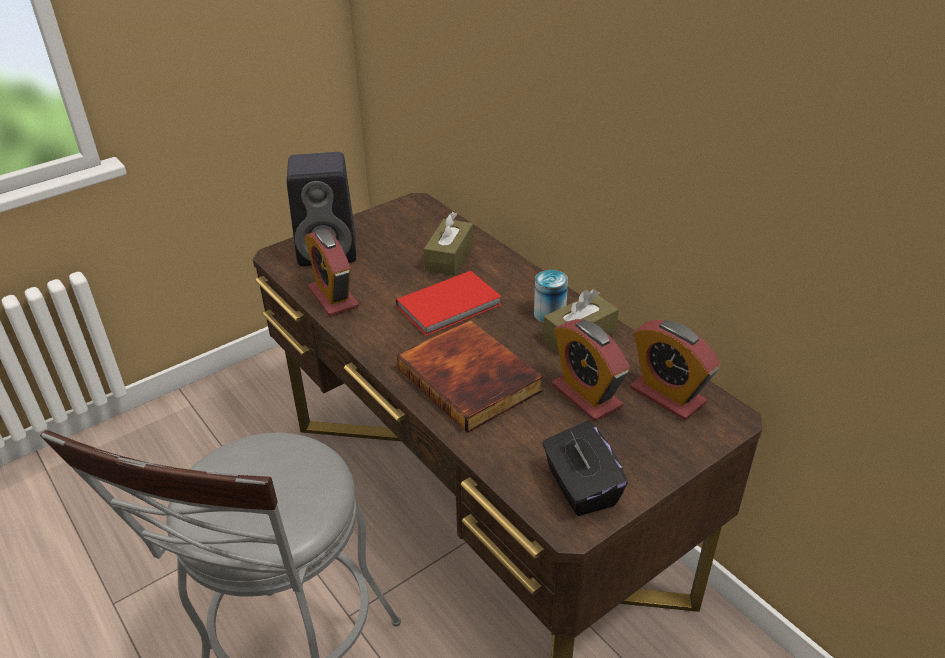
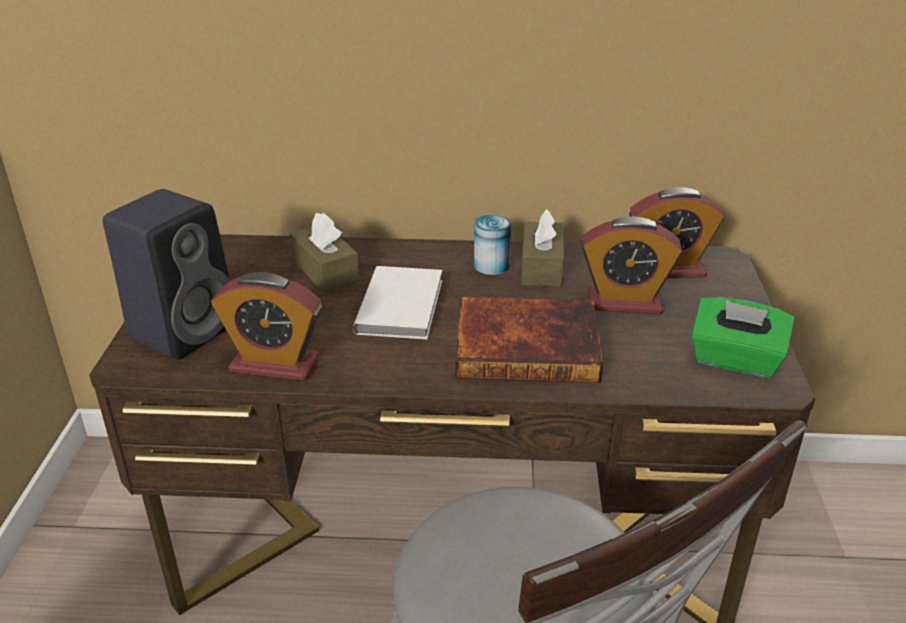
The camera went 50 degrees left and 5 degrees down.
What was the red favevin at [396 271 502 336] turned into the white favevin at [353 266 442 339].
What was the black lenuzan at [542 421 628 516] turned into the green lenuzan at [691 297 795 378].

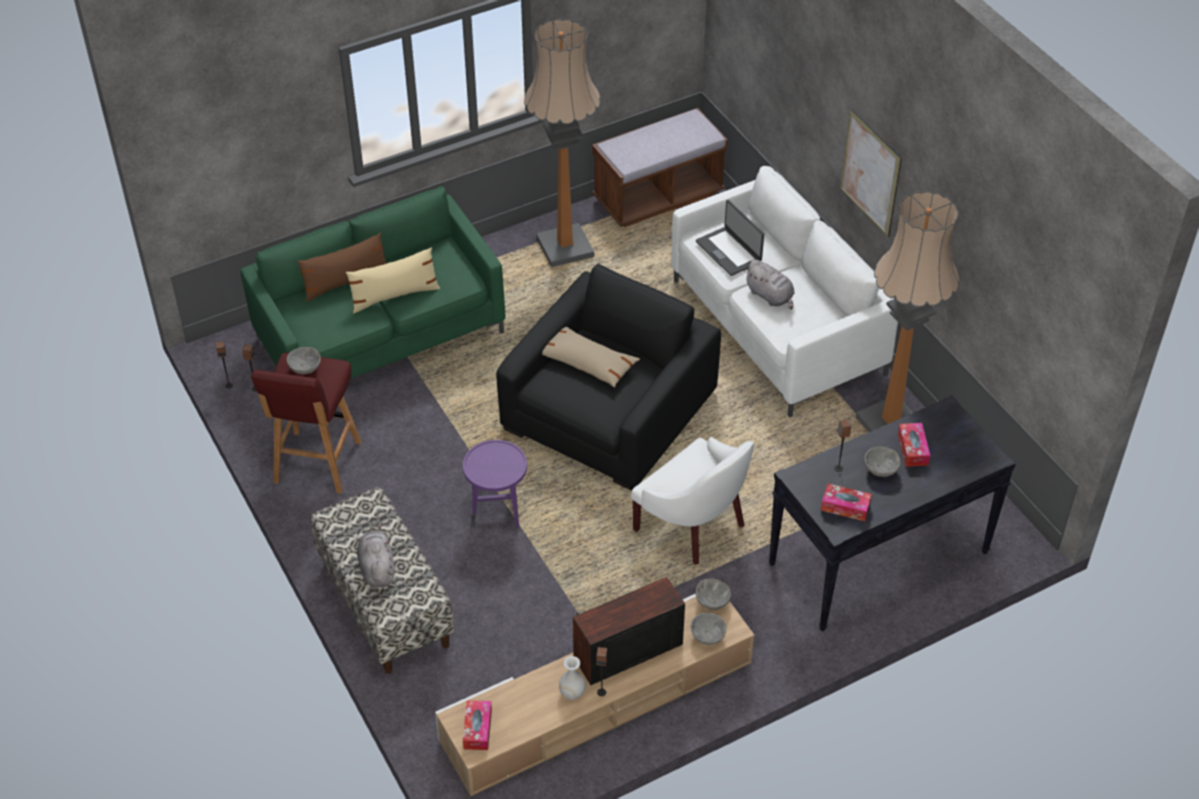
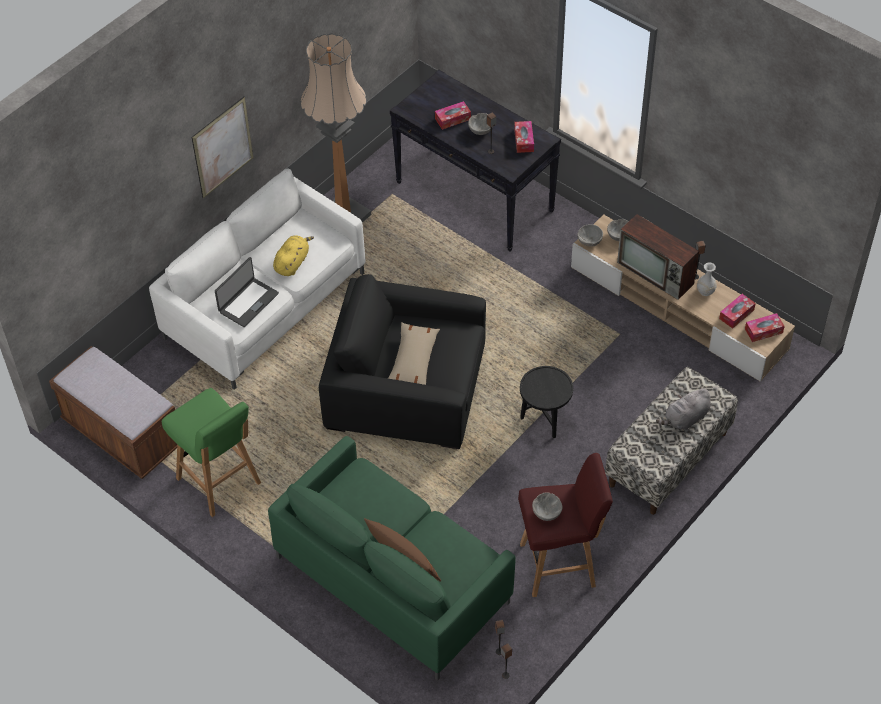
The camera went 110 degrees left and 5 degrees up.
The second view lost the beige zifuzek at [346 247 440 313].
The second view lost the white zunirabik at [631 437 754 565].
The second view gained the lenuzan at [719 294 756 329].
Where the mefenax stood at [524 18 600 267], the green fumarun came to stand at [161 388 261 517].
What was the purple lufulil at [463 440 527 527] turned into the black lufulil at [520 366 573 438].
What was the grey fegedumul at [744 260 795 310] turned into the yellow fegedumul at [273 235 314 276].

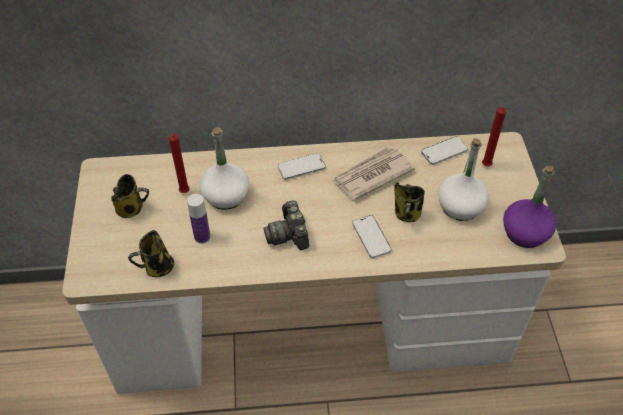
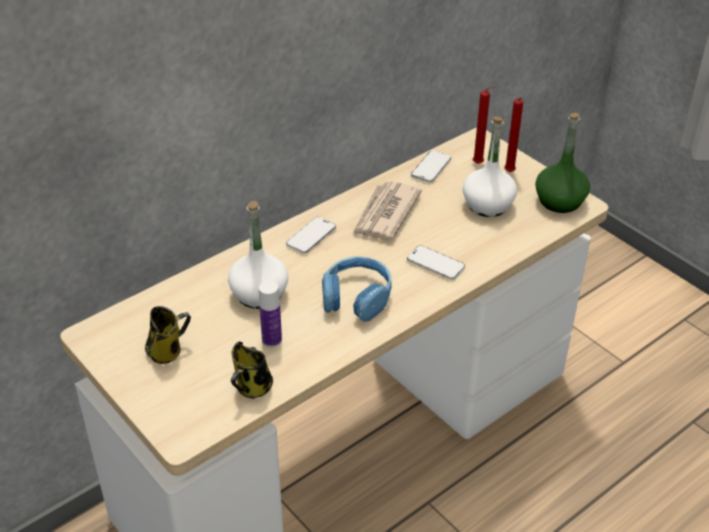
The camera went 35 degrees left and 10 degrees down.
The second view lost the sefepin at [394 183 425 222].
The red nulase ended up elsewhere, having gone from [167 134 190 193] to [504 97 523 172].
Where the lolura stood at [263 200 309 250], the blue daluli came to stand at [322 256 392 322].
What was the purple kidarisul at [503 166 556 248] turned into the green kidarisul at [535 113 590 213].

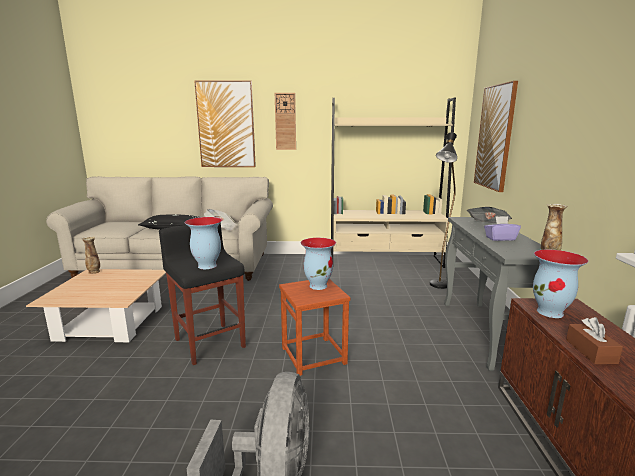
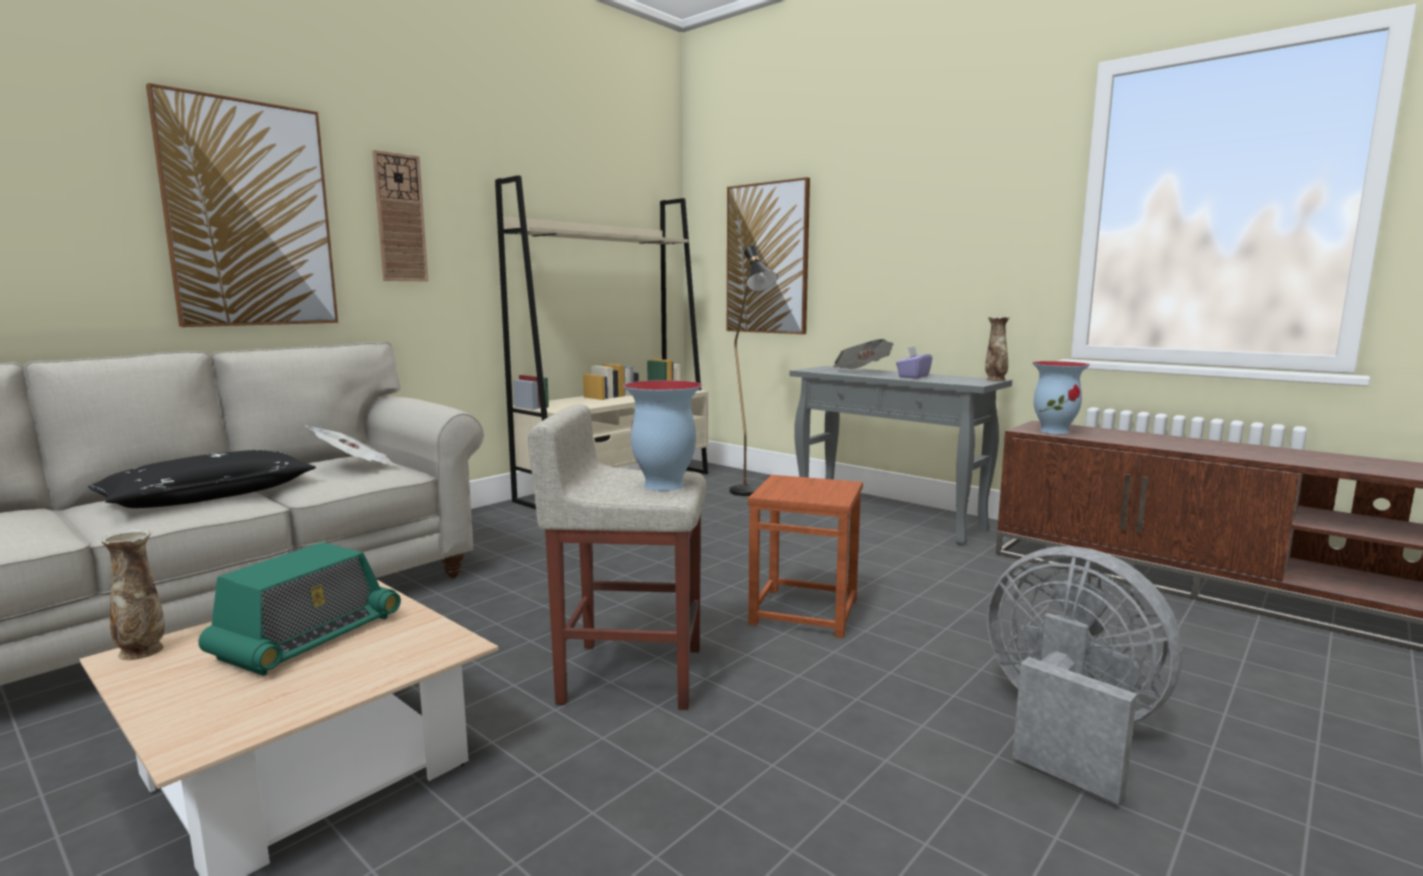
The camera went 50 degrees left and 5 degrees down.
The second view lost the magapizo at [301 238 336 290].
The second view lost the brown lenuzan at [566 317 623 364].
The second view gained the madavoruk at [198 542 401 676].
What was the black fumarun at [159 223 246 365] turned into the beige fumarun at [528 404 707 710].

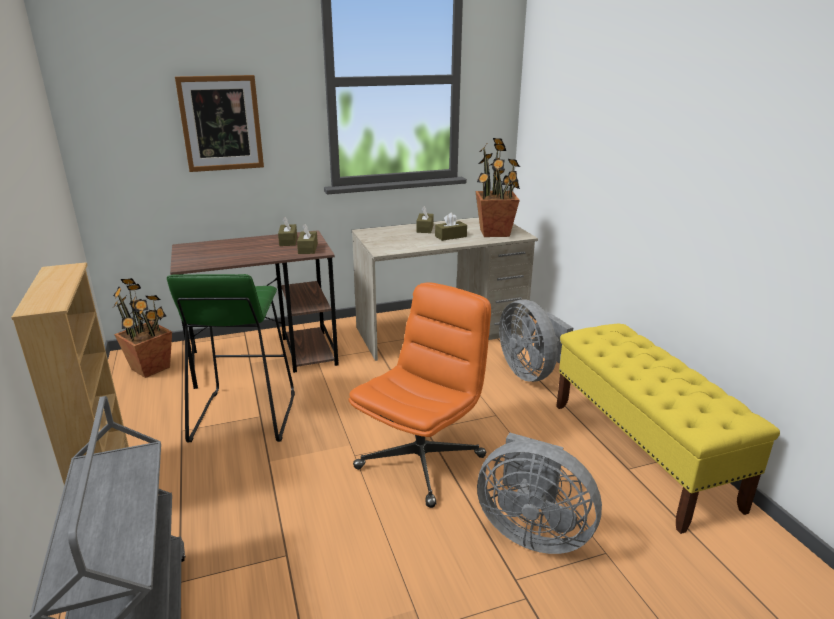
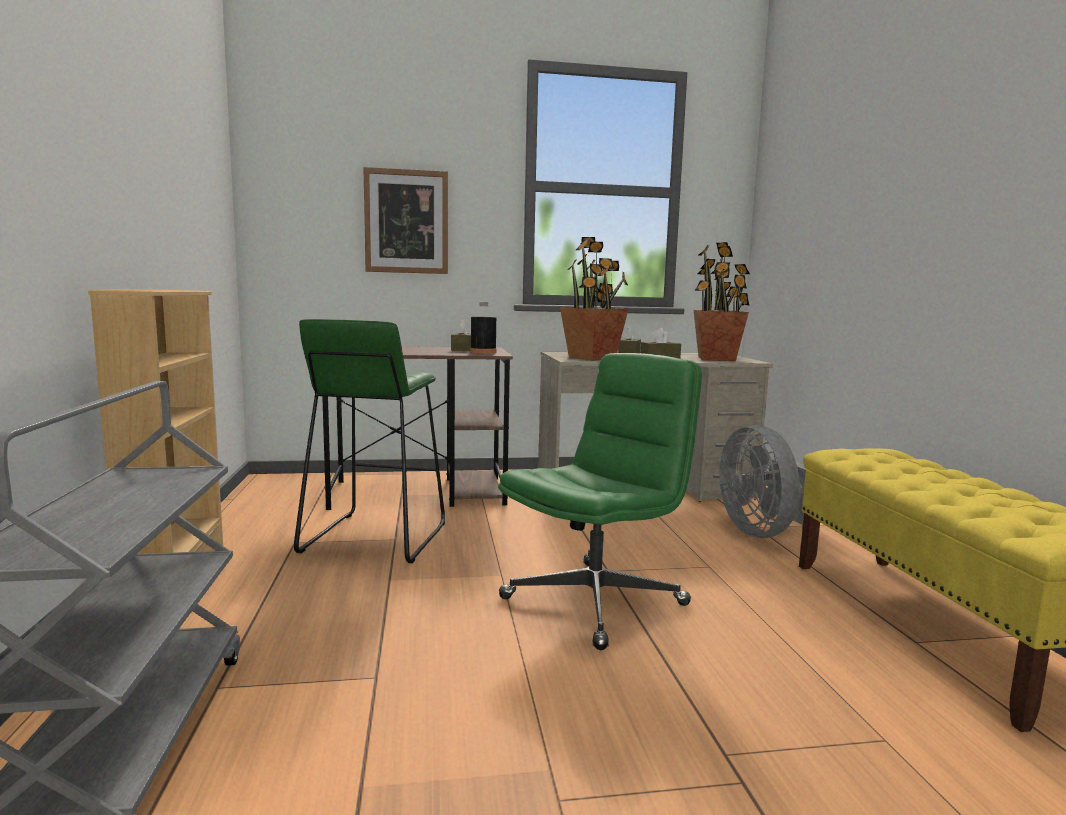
The camera went 10 degrees right and 15 degrees down.
The second view lost the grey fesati at [477 432 602 554].
The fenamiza ended up elsewhere, having gone from [113 278 172 378] to [560 237 629 360].
Where the brown lenuzan stood at [297 223 318 254], the black kidarisul came to stand at [470 302 496 354].
What was the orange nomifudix at [348 282 491 508] turned into the green nomifudix at [498 353 702 650].

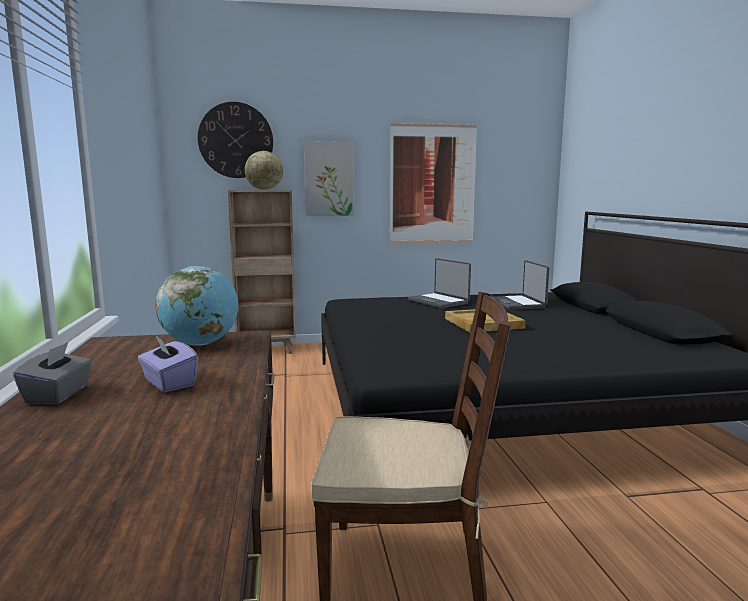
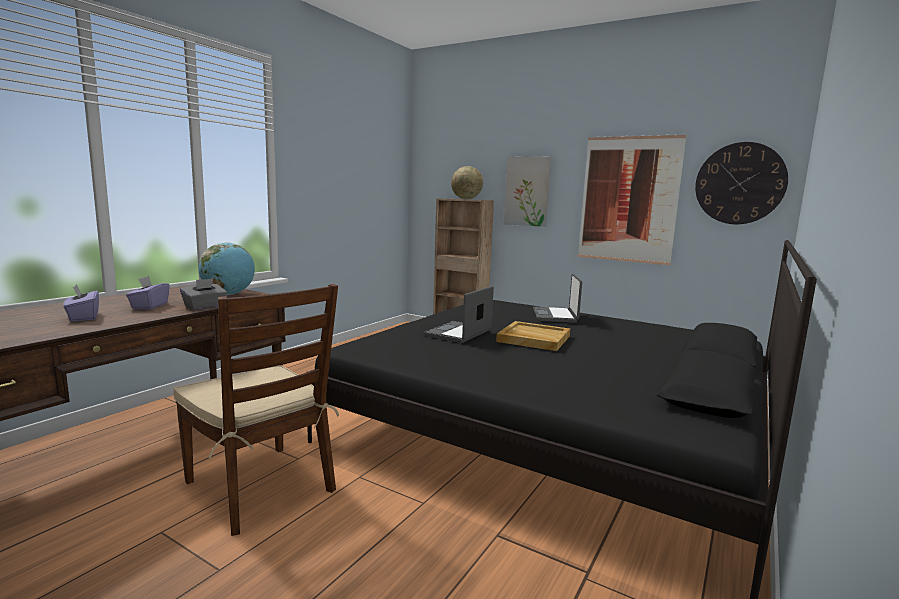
The camera went 40 degrees right and 0 degrees up.
The second view gained the purple lenuzan at [63 284 99 321].
The grey lenuzan ended up elsewhere, having gone from [13 342 92 404] to [180 279 227 310].
The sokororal ended up elsewhere, having gone from [198 102 273 178] to [695 142 788 224].
The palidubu ended up elsewhere, having gone from [492 260 549 310] to [424 286 494 343].

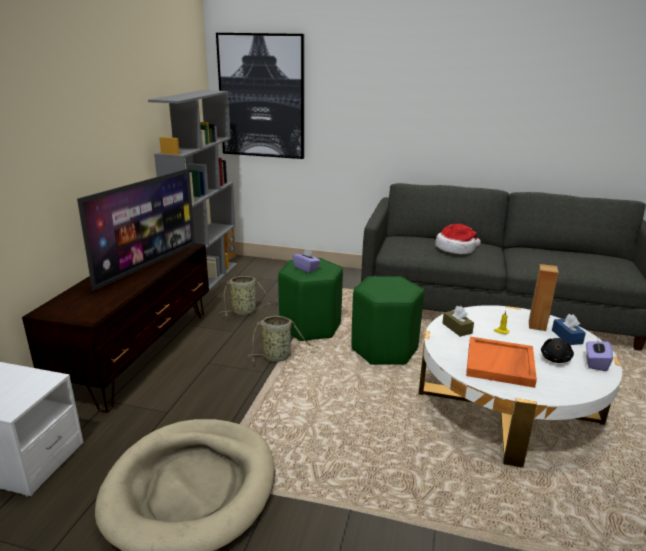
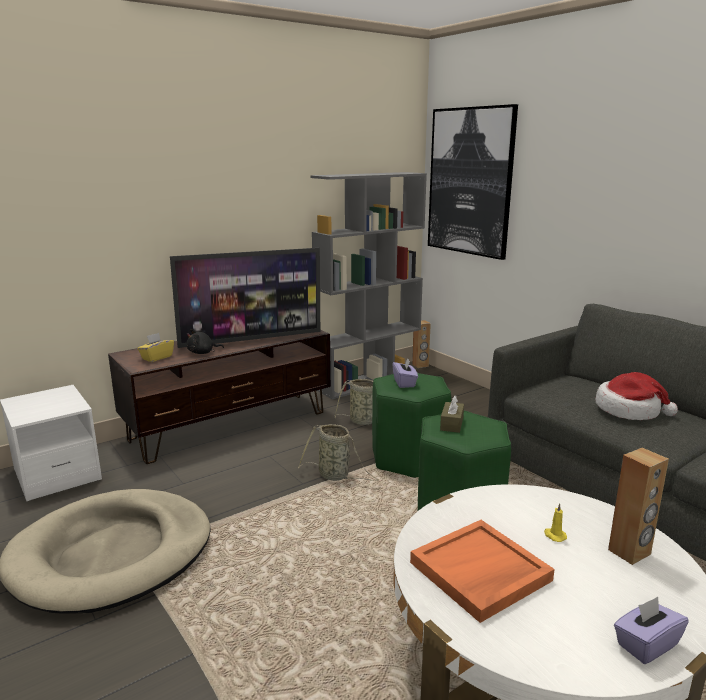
The camera went 40 degrees right and 5 degrees down.
The second view lost the blue lenuzan at [552 314 586 345].
The second view gained the yellow lenuzan at [138 333 174 362].
The brown lenuzan ended up elsewhere, having gone from [442 306 474 337] to [440 396 464 433].
The black fegedumul ended up elsewhere, having gone from [541 338 574 363] to [186 329 224 354].

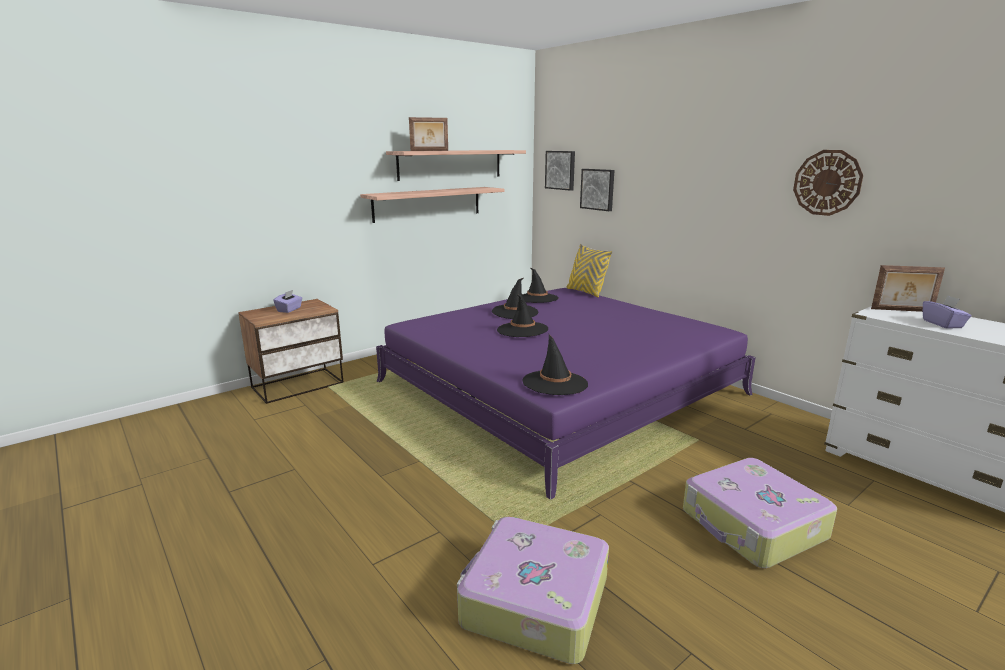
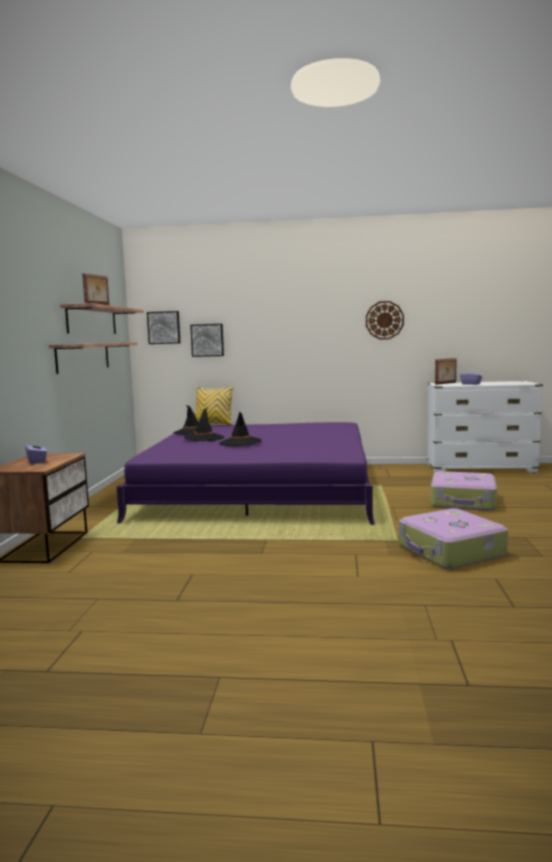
The camera went 45 degrees left and 10 degrees down.
The second view lost the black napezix at [522 334 588 395].

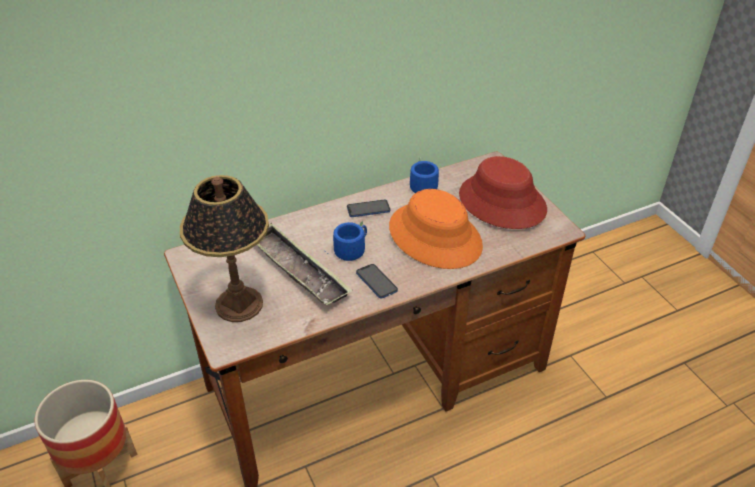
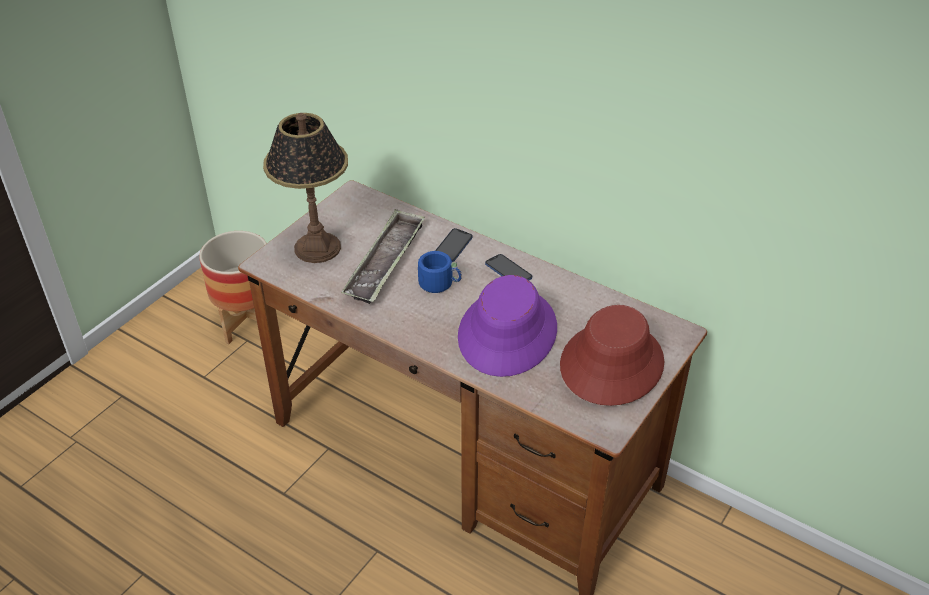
The camera went 60 degrees right and 0 degrees up.
The second view lost the blue sefepin at [410 158 439 193].
The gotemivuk ended up elsewhere, having gone from [356 264 398 298] to [435 228 473 262].
What was the orange napezix at [389 189 483 269] turned into the purple napezix at [458 275 557 377].

